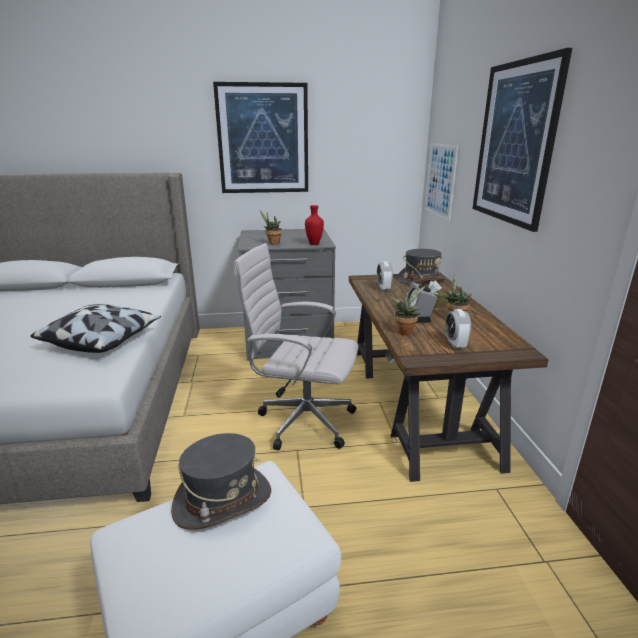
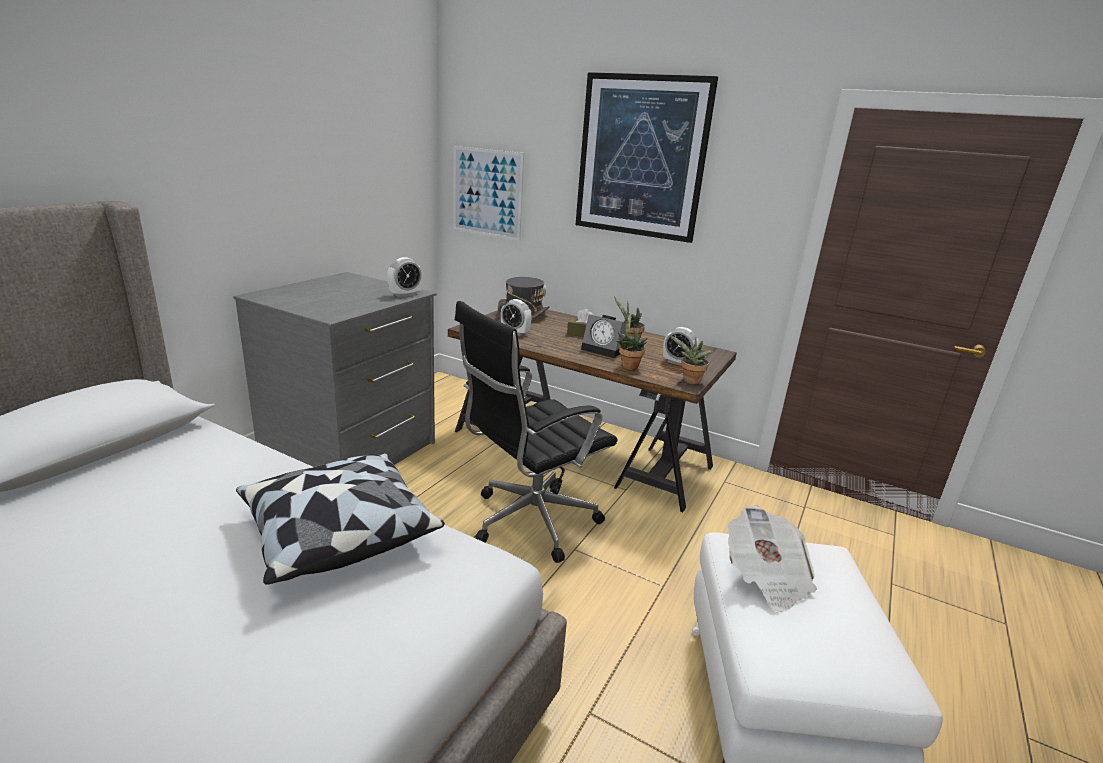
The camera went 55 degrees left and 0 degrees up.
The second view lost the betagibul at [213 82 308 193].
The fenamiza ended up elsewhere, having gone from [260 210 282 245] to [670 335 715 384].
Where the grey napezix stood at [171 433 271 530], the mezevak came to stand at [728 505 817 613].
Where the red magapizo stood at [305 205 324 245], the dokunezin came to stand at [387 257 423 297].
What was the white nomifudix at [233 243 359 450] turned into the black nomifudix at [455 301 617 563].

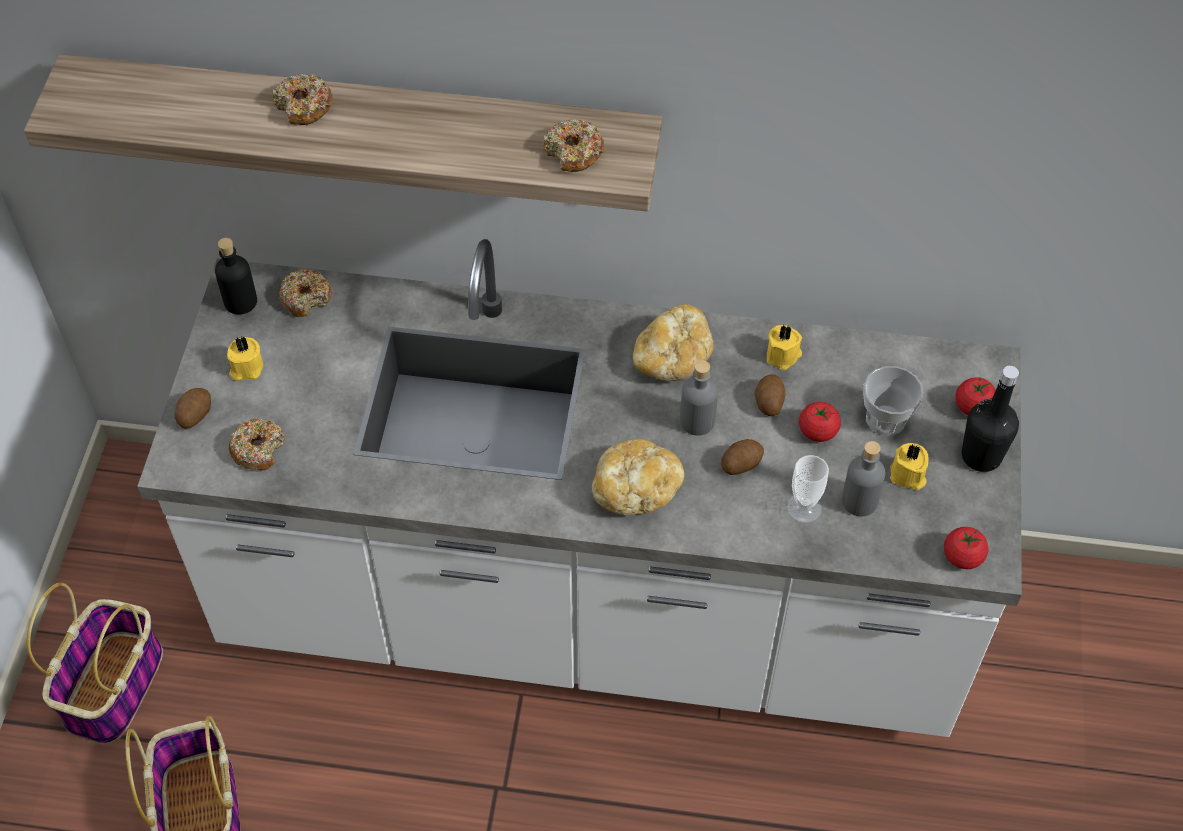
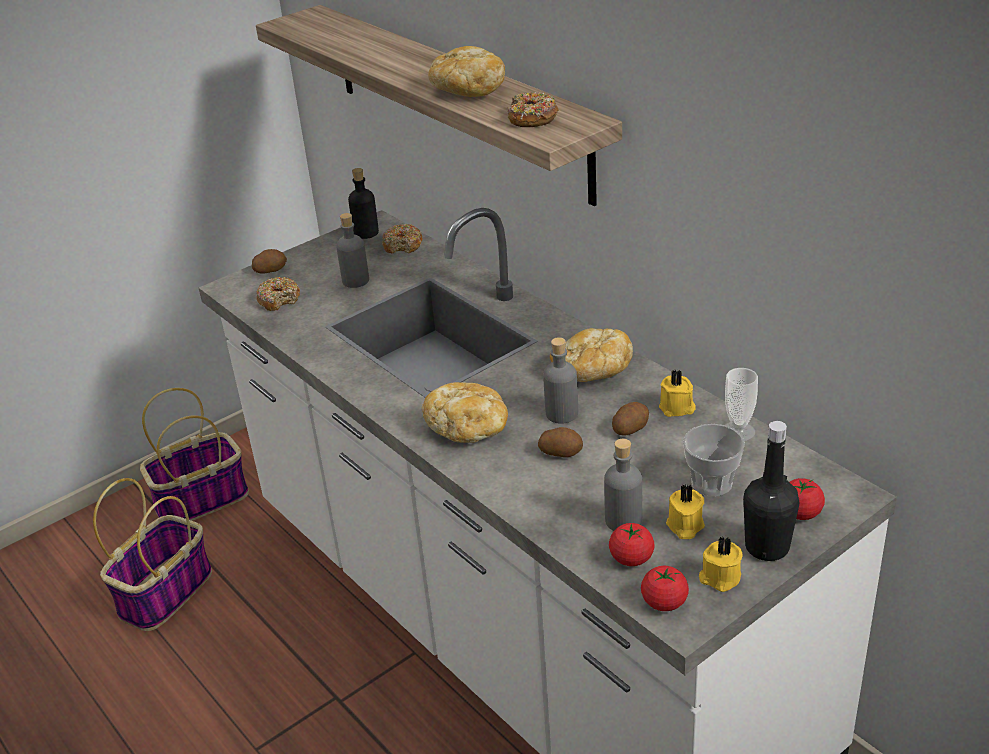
The camera went 45 degrees right and 20 degrees down.
The second view lost the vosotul at [273 74 333 125].
The second view gained the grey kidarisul at [336 213 369 288].
The second view gained the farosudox at [428 46 505 97].
The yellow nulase ended up elsewhere, having gone from [227 336 263 381] to [699 536 742 592].
The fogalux ended up elsewhere, having gone from [787 455 829 523] to [725 368 758 441].
The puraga ended up elsewhere, having gone from [799 402 841 442] to [609 523 655 566].

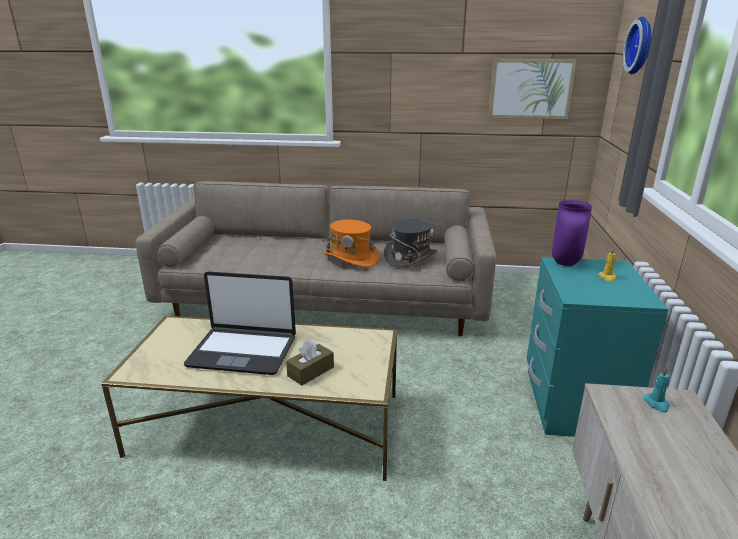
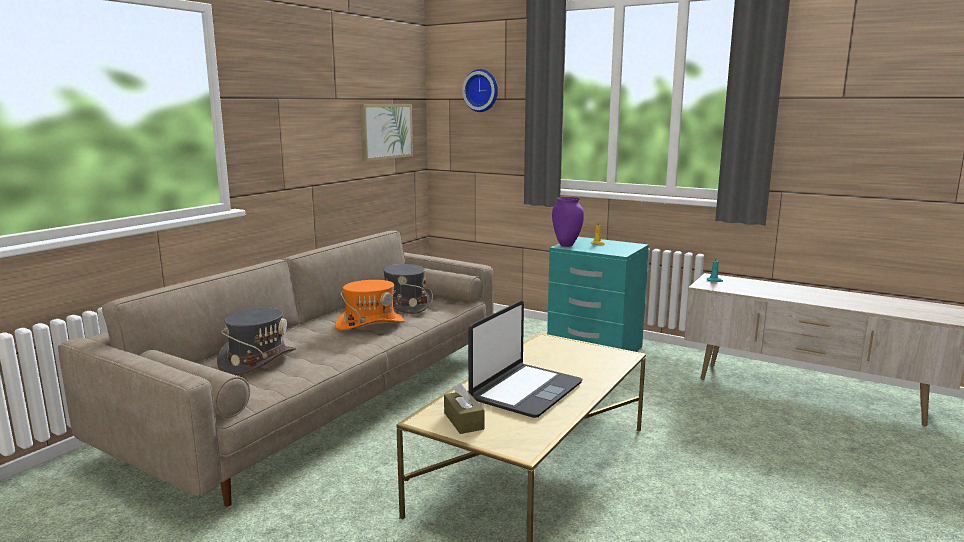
The camera went 65 degrees left and 10 degrees down.
The second view gained the grey napezix at [217 308 296 375].
The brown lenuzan ended up elsewhere, having gone from [286 339 334 386] to [444 383 484 434].

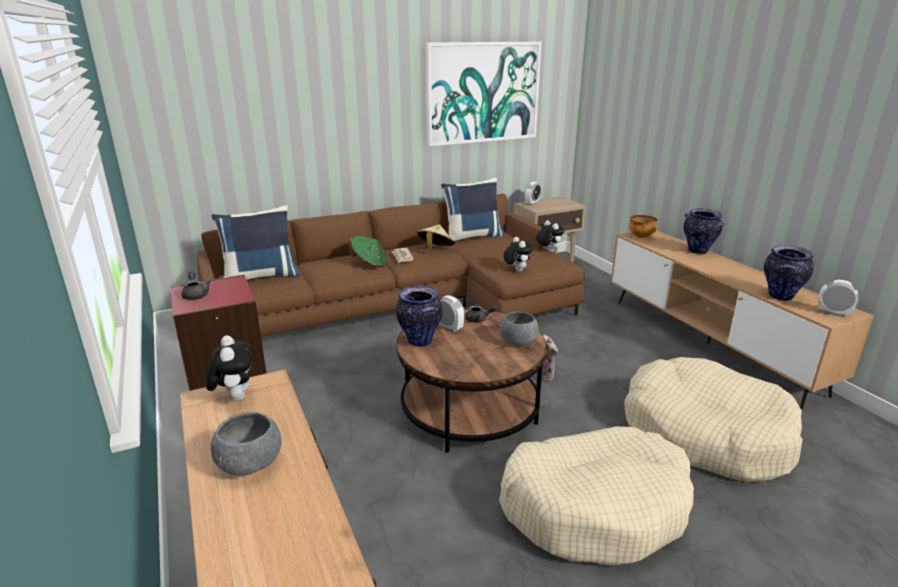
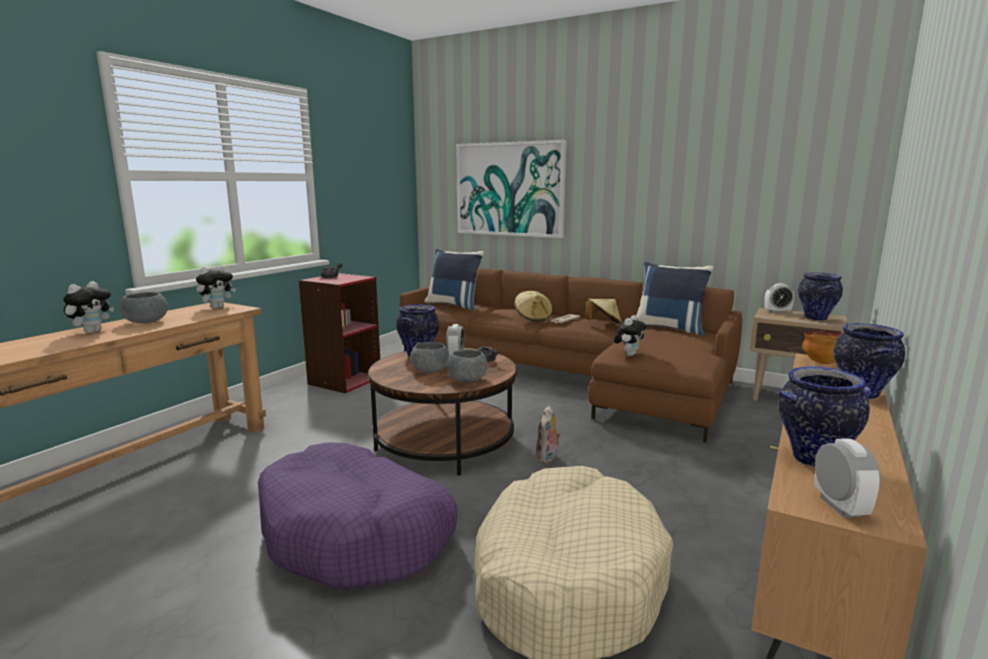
The camera went 55 degrees right and 10 degrees down.
The second view gained the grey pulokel at [410 342 449 373].
The second view gained the magapizo at [798 272 843 321].
The betagibul ended up elsewhere, having gone from [426 42 542 146] to [456 140 567 238].
The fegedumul ended up elsewhere, having gone from [536 220 565 252] to [63 281 114 333].
What was the green napezix at [349 236 387 267] turned into the beige napezix at [514 291 553 321].
What was the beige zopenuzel at [499 426 694 566] turned into the purple zopenuzel at [258 442 458 589].

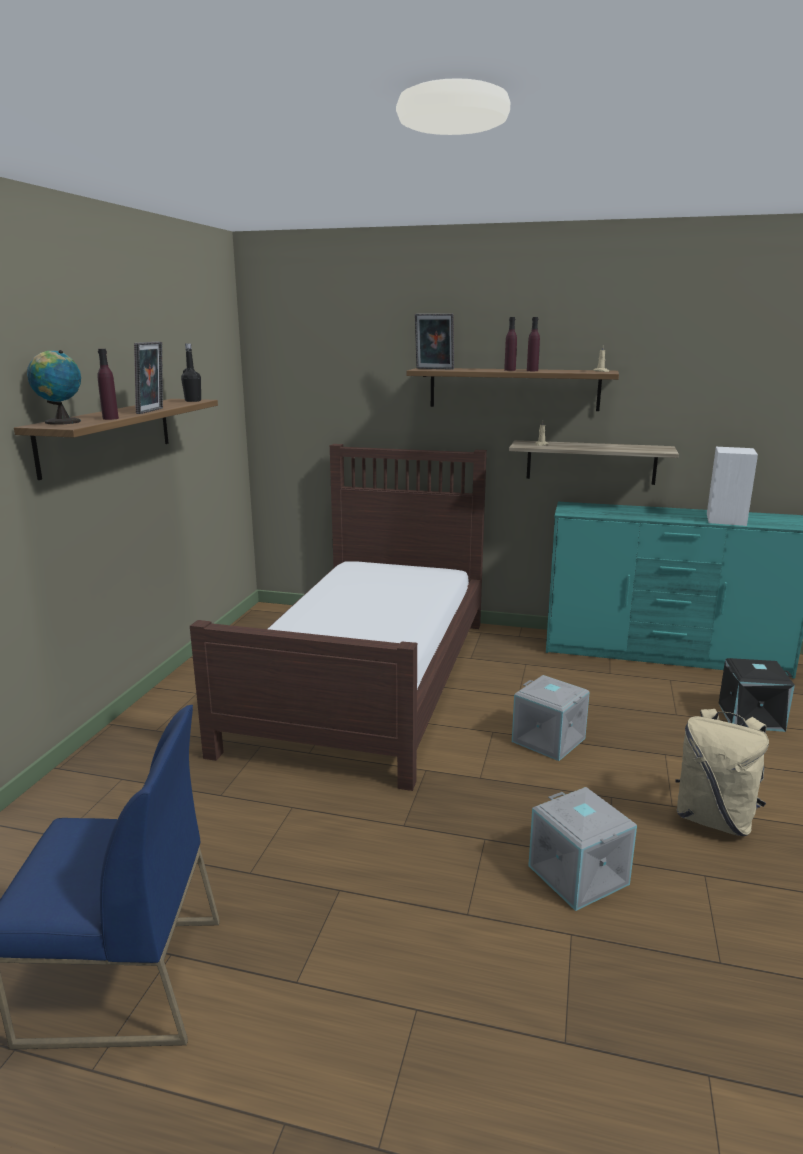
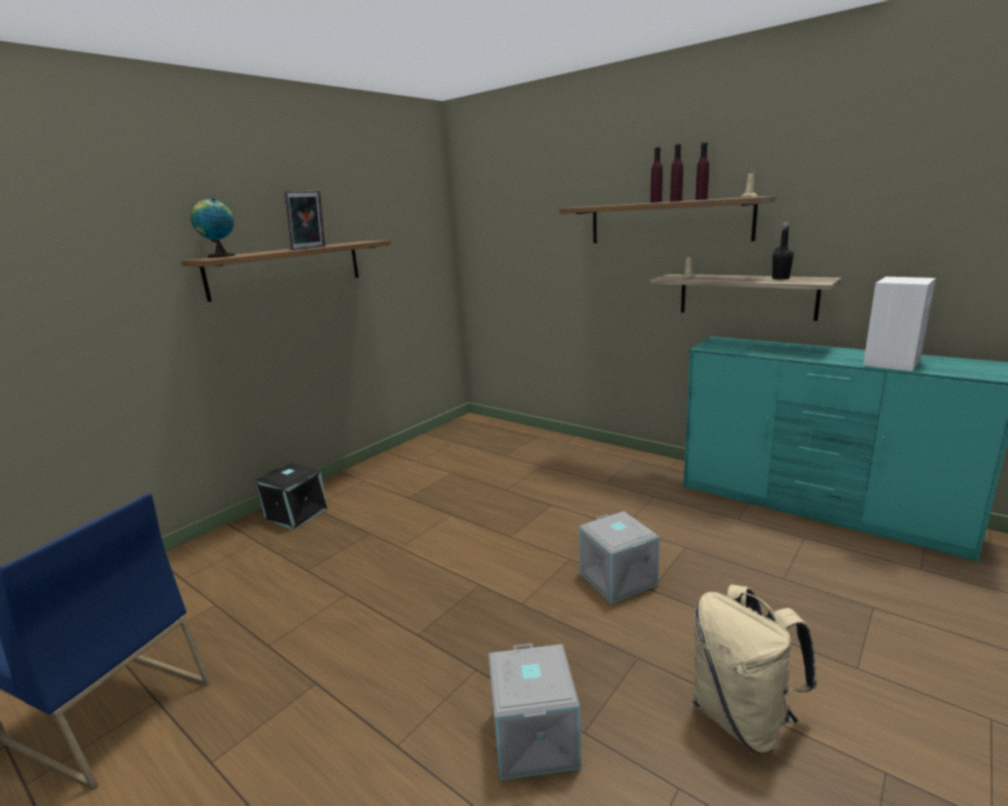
The camera went 25 degrees right and 0 degrees up.
The second view lost the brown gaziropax at [190 444 487 791].
The second view lost the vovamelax at [415 314 454 370].
The purple kidarisul ended up elsewhere, having gone from [98 349 119 420] to [695 143 709 200].
The black kidarisul ended up elsewhere, having gone from [181 343 201 402] to [772 221 794 280].
The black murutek ended up elsewhere, having gone from [719 658 795 732] to [256 463 327 530].

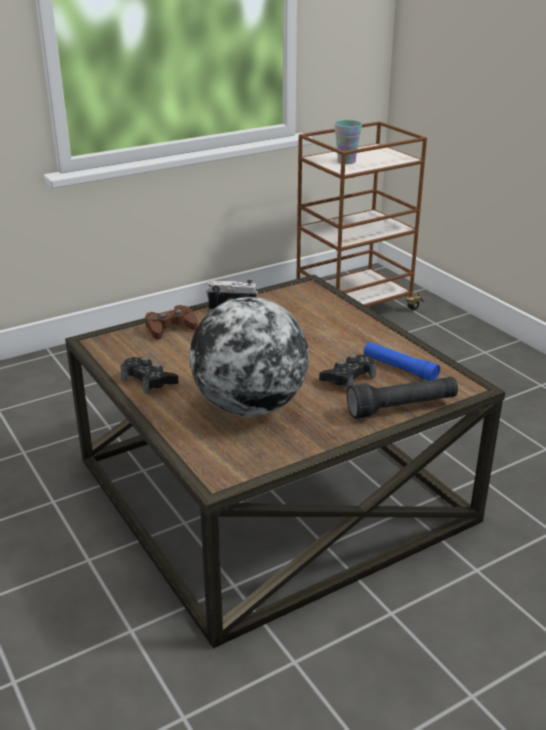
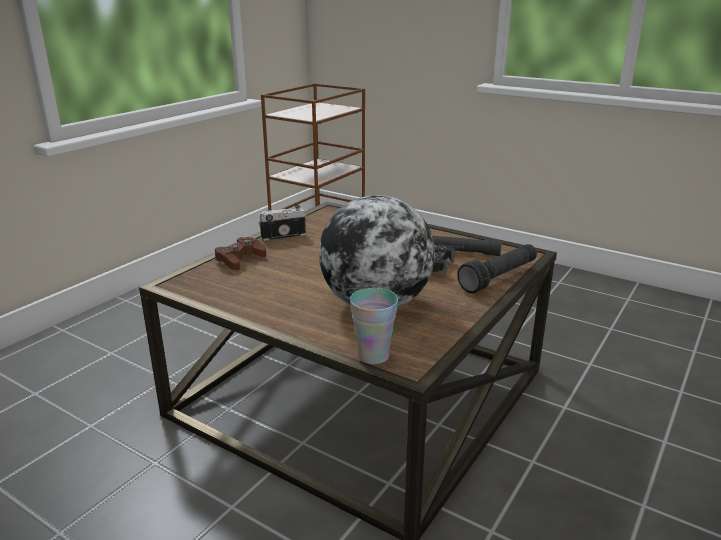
The camera went 25 degrees left and 5 degrees down.
The second view lost the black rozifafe at [121 357 179 395].
The fogalux ended up elsewhere, having gone from [335 120 362 164] to [350 288 398 364].
What was the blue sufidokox at [364 342 440 380] turned into the black sufidokox at [432 236 502 256].

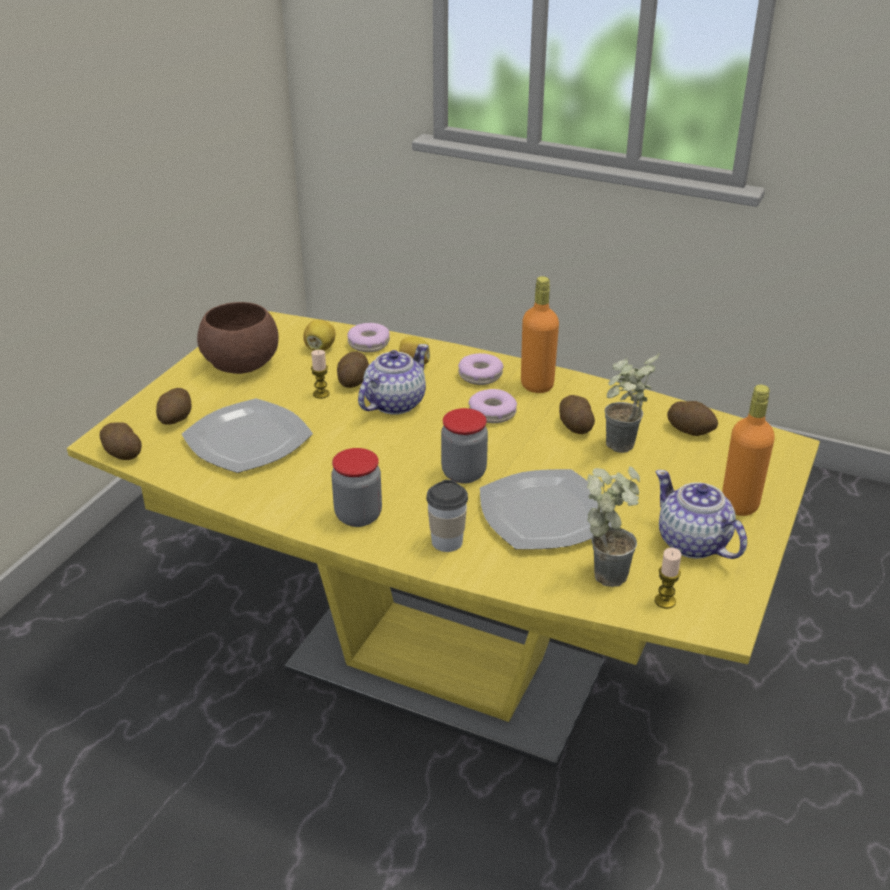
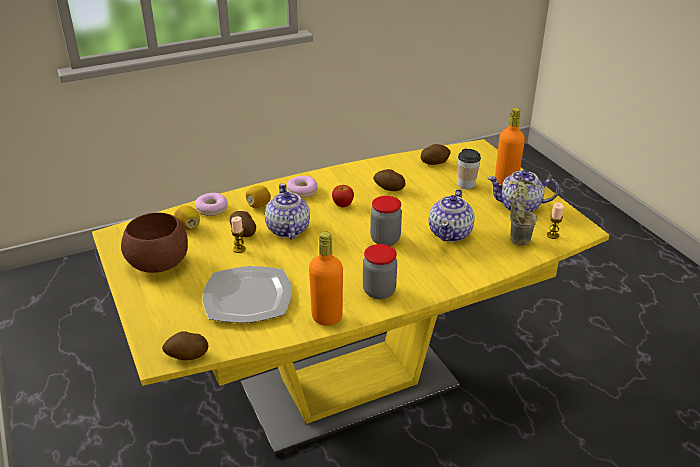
The camera went 50 degrees left and 0 degrees up.
The second view lost the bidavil at [156 388 191 425].
The second view lost the fenamiza at [605 353 660 453].
The fogalux ended up elsewhere, having gone from [426 480 468 552] to [458 149 481 189].
The orange kidarisul ended up elsewhere, having gone from [521 276 559 393] to [309 232 343 326].
Where the vosotul stood at [469 389 517 423], the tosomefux came to stand at [332 185 354 207].
Where the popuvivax stood at [480 469 612 550], the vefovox came to stand at [429 189 475 242].

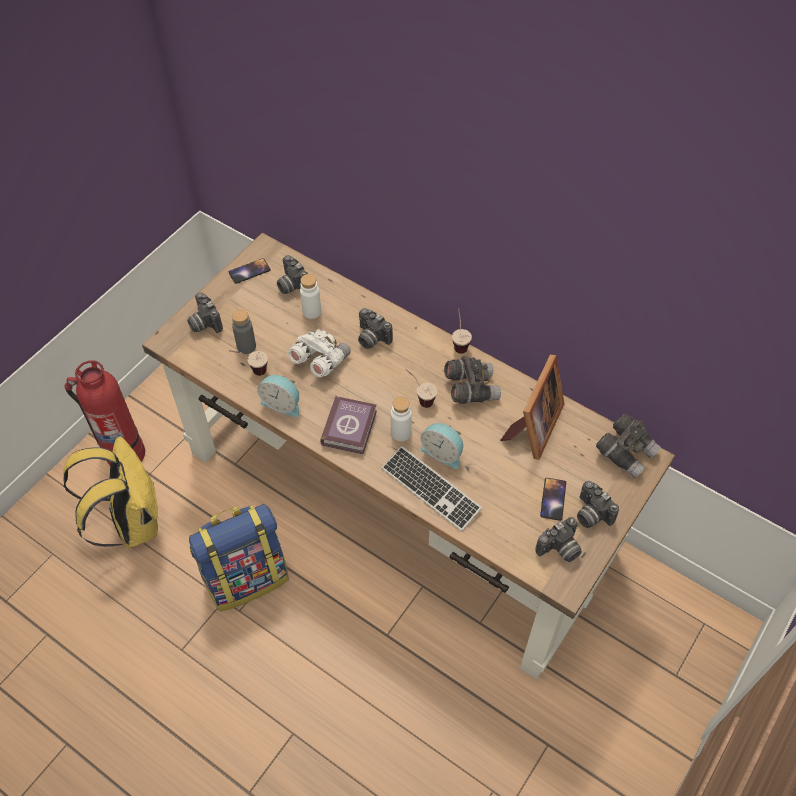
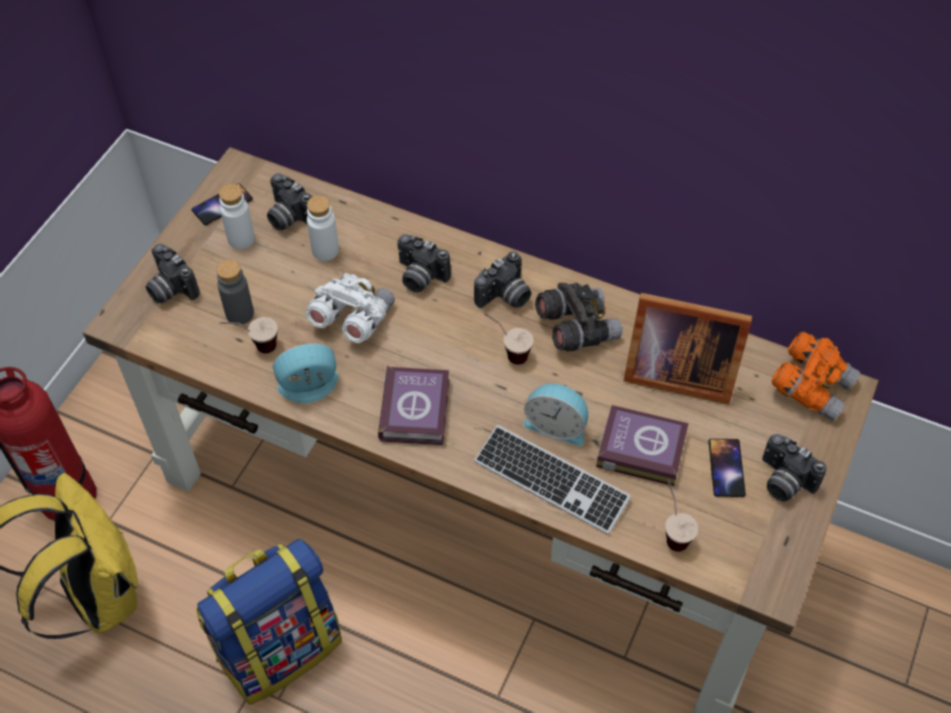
The camera went 10 degrees left and 0 degrees up.
The second view gained the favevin at [596 405 689 486].
The white kidarisul ended up elsewhere, having gone from [391 397 412 441] to [219 184 255 249].
The fogalux ended up elsewhere, having gone from [452 308 472 354] to [665 480 698 551].
The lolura ended up elsewhere, having gone from [535 517 582 562] to [474 251 531 308].
What was the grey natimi at [596 413 661 478] turned into the orange natimi at [772 331 860 421].
The dokunezin at [257 375 299 417] ended up facing another way, 150 degrees clockwise from before.
The vovamelax at [501 354 565 460] ended up facing another way, 90 degrees clockwise from before.

